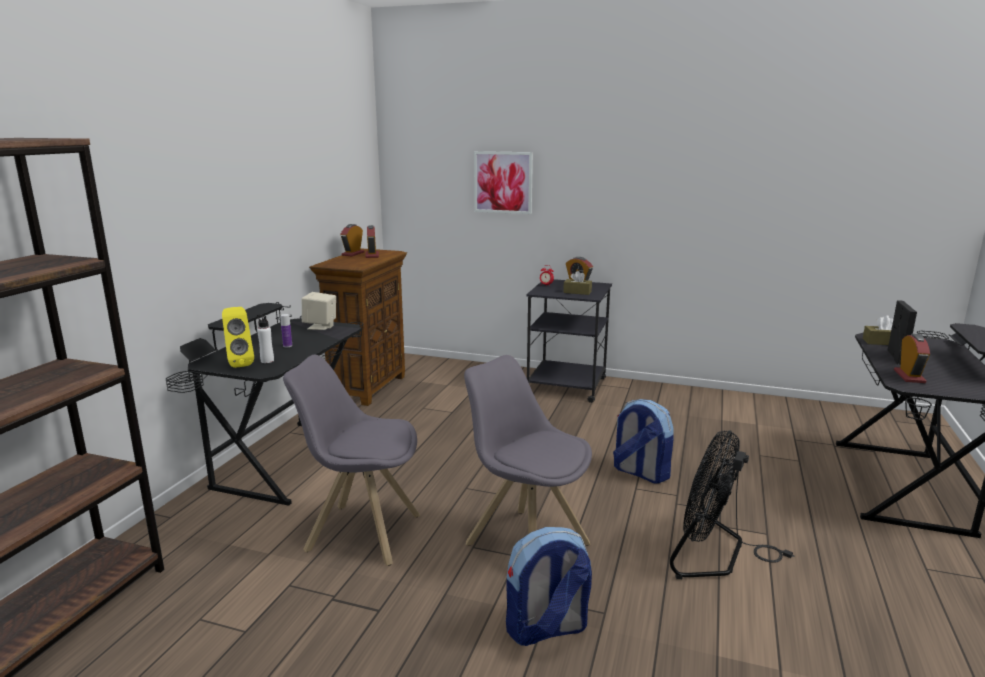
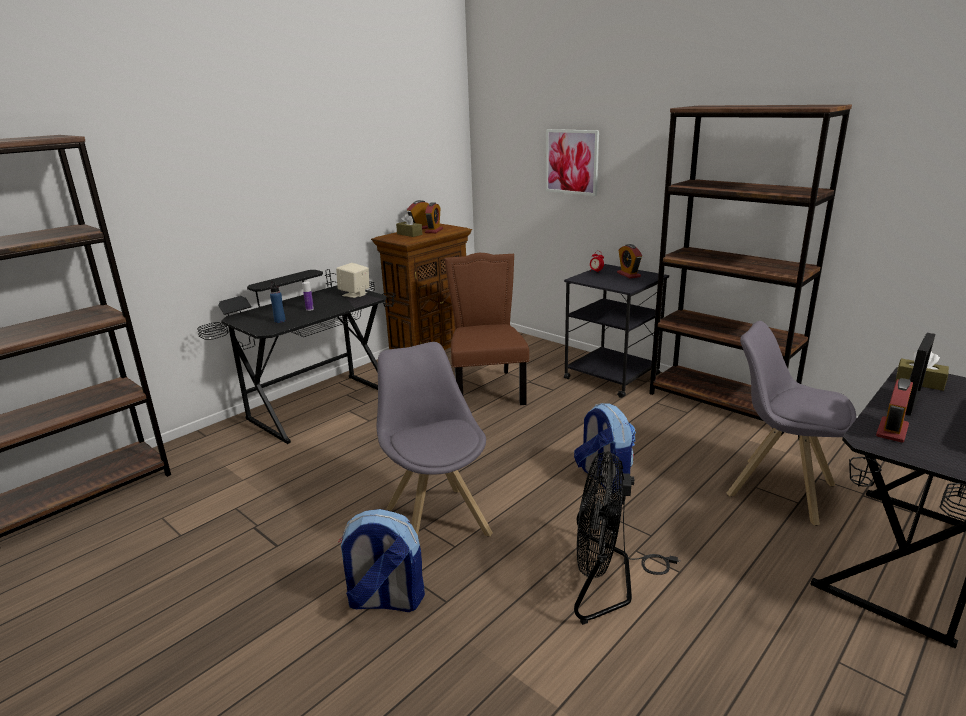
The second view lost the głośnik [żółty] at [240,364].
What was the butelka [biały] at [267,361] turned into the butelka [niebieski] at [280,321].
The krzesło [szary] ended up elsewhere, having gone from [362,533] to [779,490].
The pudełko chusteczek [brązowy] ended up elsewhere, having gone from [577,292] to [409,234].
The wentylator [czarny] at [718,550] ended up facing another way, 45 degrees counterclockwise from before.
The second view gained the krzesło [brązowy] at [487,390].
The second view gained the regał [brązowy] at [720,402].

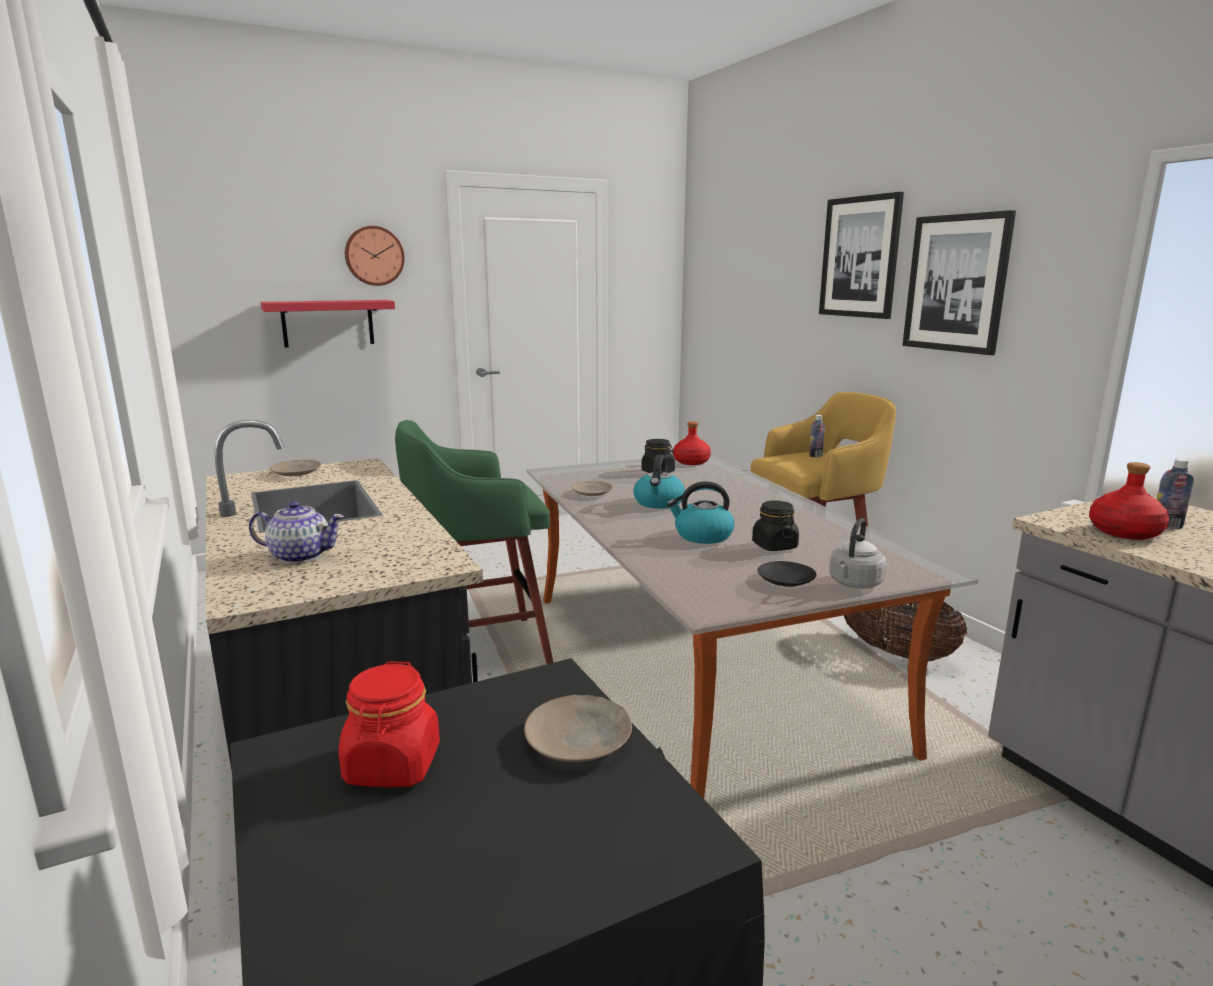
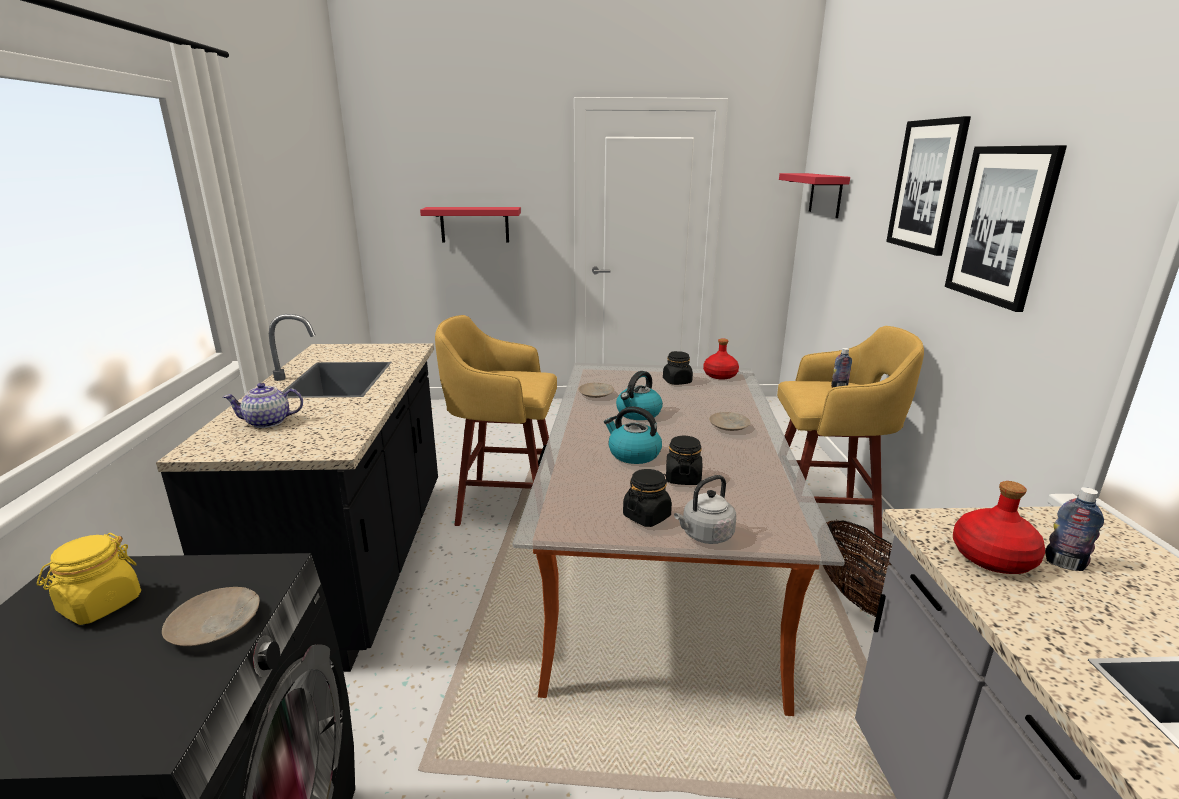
The imbryk at [300,556] ended up facing another way, 135 degrees clockwise from before.
The talerz [beżowy] ended up elsewhere, having gone from [297,473] to [729,426].
What was the słoik [czerwony] at [393,766] turned into the słoik [żółty] at [100,605].
The second view lost the zegar ścienny at [374,256].
What was the stołek [zielony] at [480,650] turned into the stołek [żółty] at [505,503].
Where the talerz [czarny] stood at [785,580], the słoik [czarny] came to stand at [647,516].
The second view gained the półka [czerwony] at [825,195].

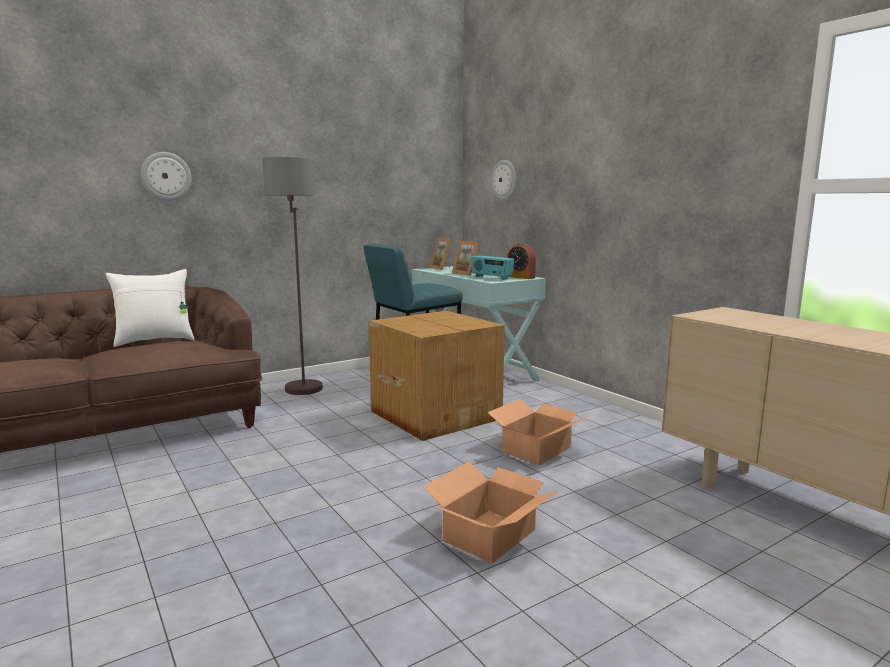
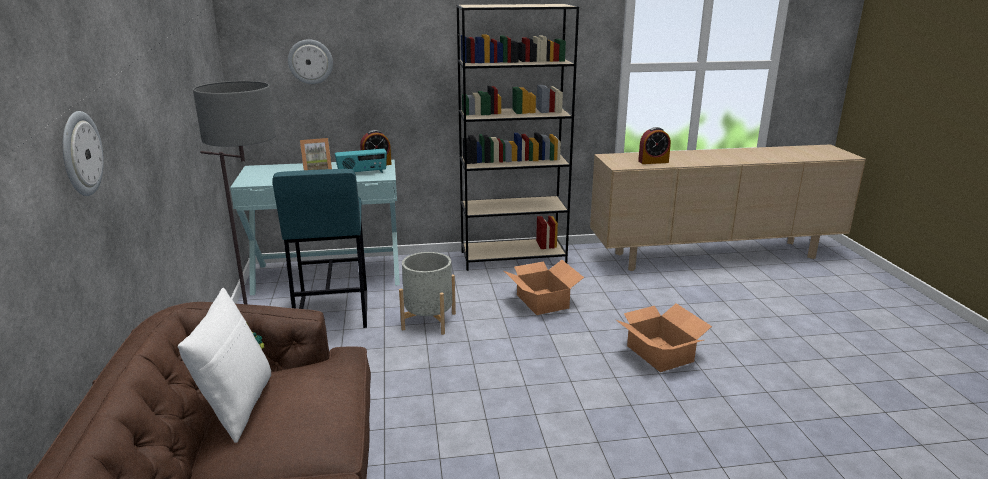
Where the karton stood at [436,414], the donica [szary] came to stand at [429,321].
The second view lost the ramka na zdjęcie at [442,268].
The second view gained the regał [beżowy] at [513,257].
The second view gained the budzik at [653,161].

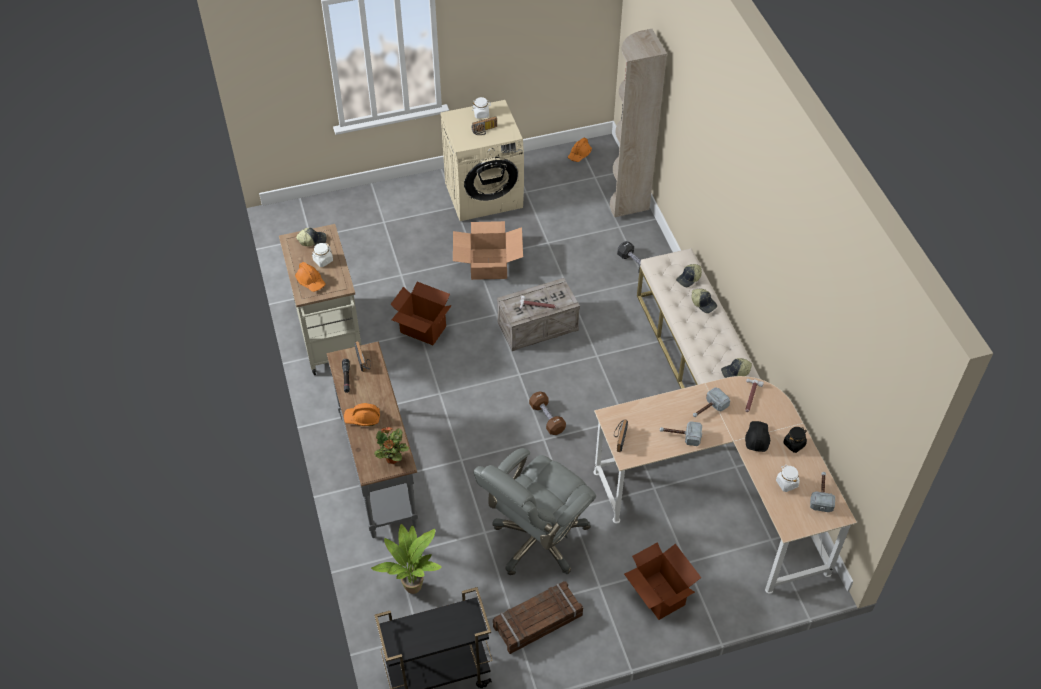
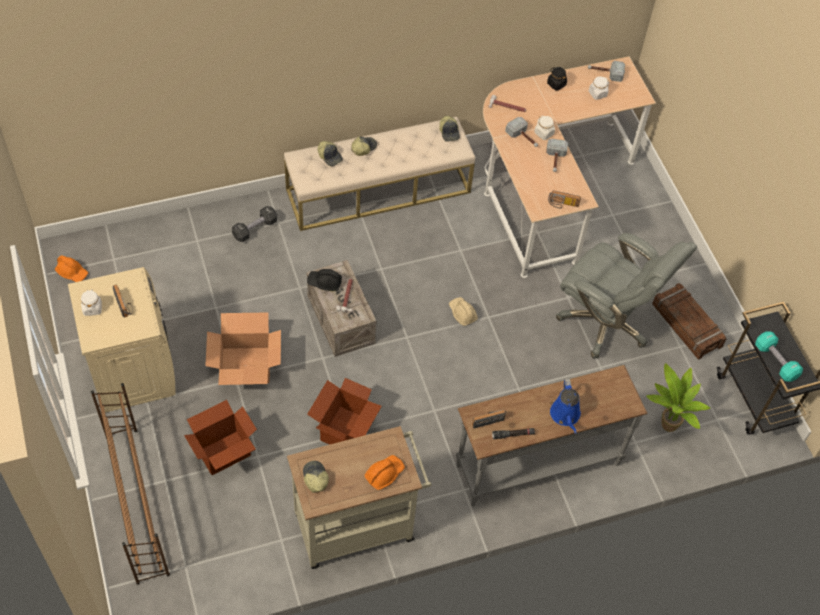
The słoik [biały] ended up elsewhere, having gone from [323,260] to [544,133].
Where the kask [pomarańczowy] stood at [362,418], the konewka [niebieski] came to stand at [565,415].
The second view lost the roślina doniczkowa at [392,459].
Where the hantel [brązowy] stood at [547,418], the kask [beżowy] came to stand at [462,313].
The second view lost the regał [beżowy] at [627,205].
The karton ended up elsewhere, having gone from [658,596] to [224,453].
The kask [czarny] ended up elsewhere, having gone from [757,439] to [324,282].
The second view gained the regał na buty [brązowy] at [137,503].
The second view gained the hantel [turkusowy] at [775,361].

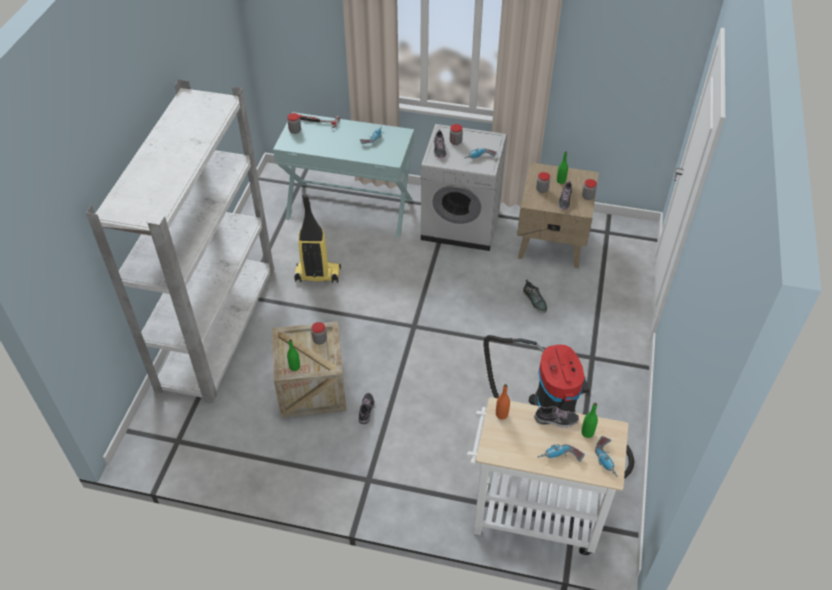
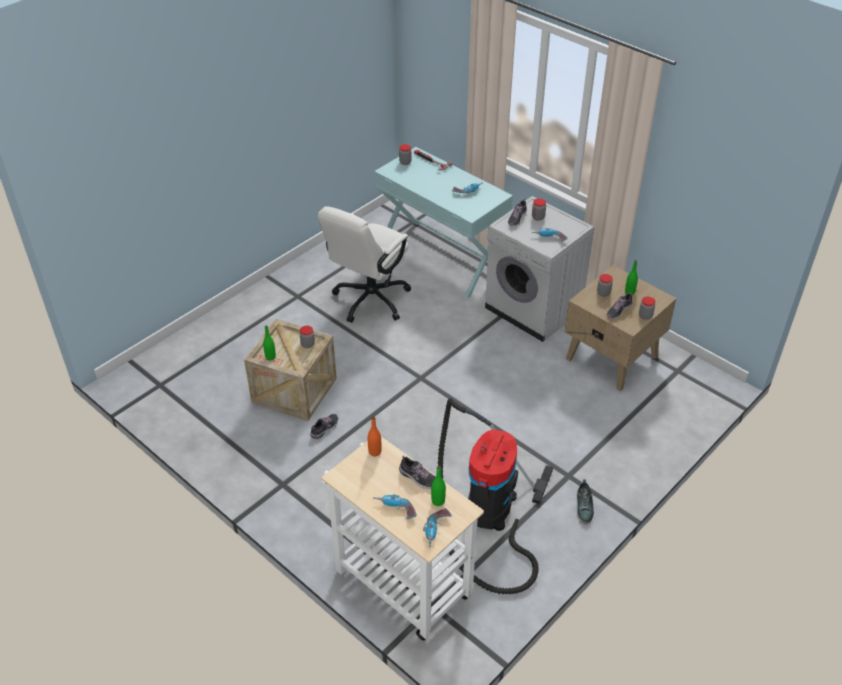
The second view lost the regał [biały] at [218,327].
Where the odkurzacz stood at [317,275], the krzesło biurowe [biały] came to stand at [369,302].
The but ended up elsewhere, having gone from [535,301] to [584,507].

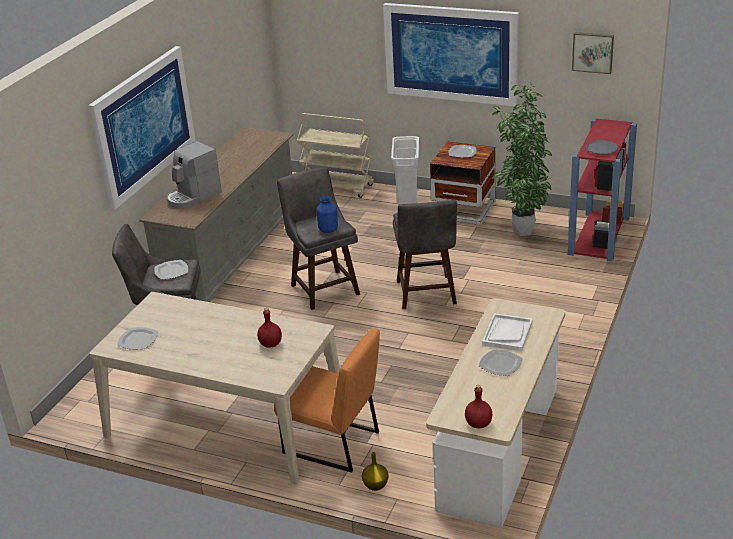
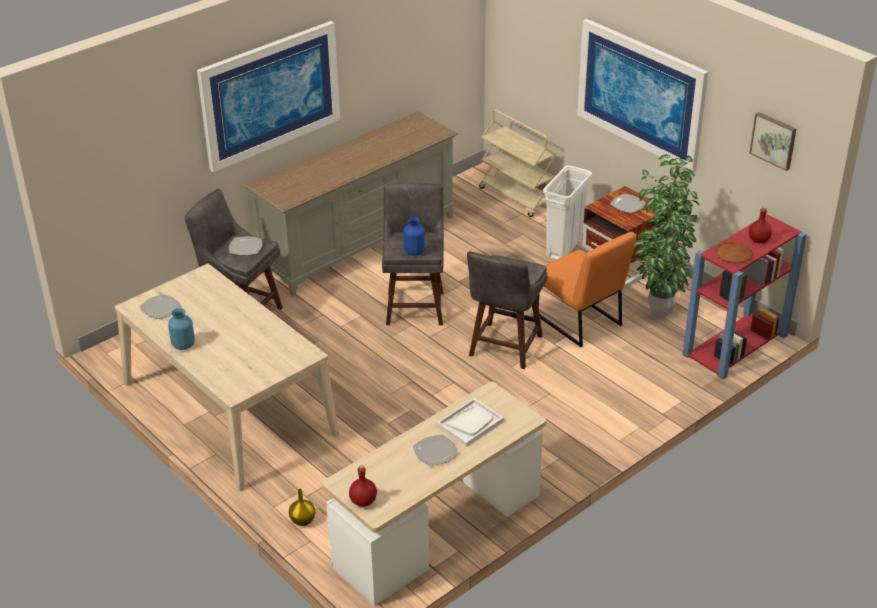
The second view lost the ekspres do kawy at [193,196].
The butelka [czerwony] ended up elsewhere, having gone from [271,344] to [759,240].
The krzesło [pomarańczowy] ended up elsewhere, having gone from [333,443] to [579,321].
What was the talerz [szary] at [601,150] turned into the talerz [brązowy] at [733,255].
The second view gained the wazon [niebieski] at [184,345].

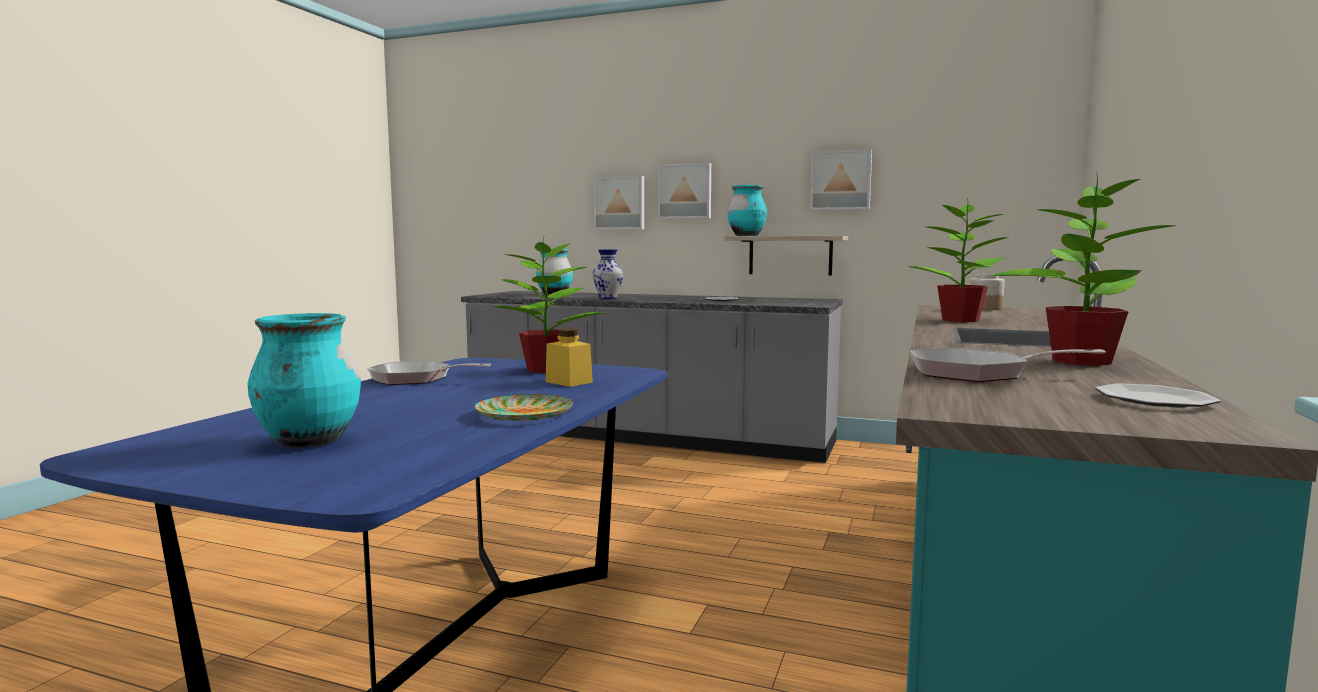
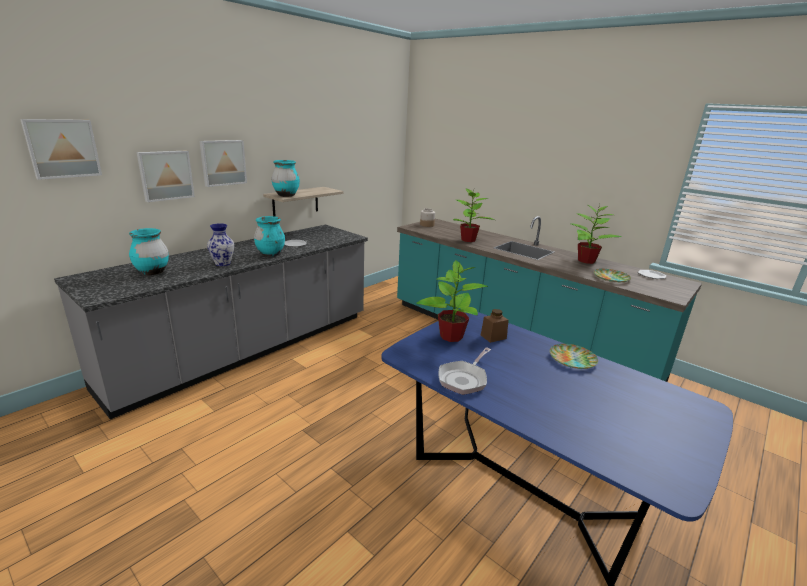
The wazon [turkusowy] ended up elsewhere, having gone from [310,441] to [270,254].
What was the słoik [żółty] at [569,382] turned into the słoik [brązowy] at [493,337].
The obraz ended up elsewhere, having gone from [841,180] to [62,148].
Where the patelnia stood at [977,373], the talerz came to stand at [611,278].

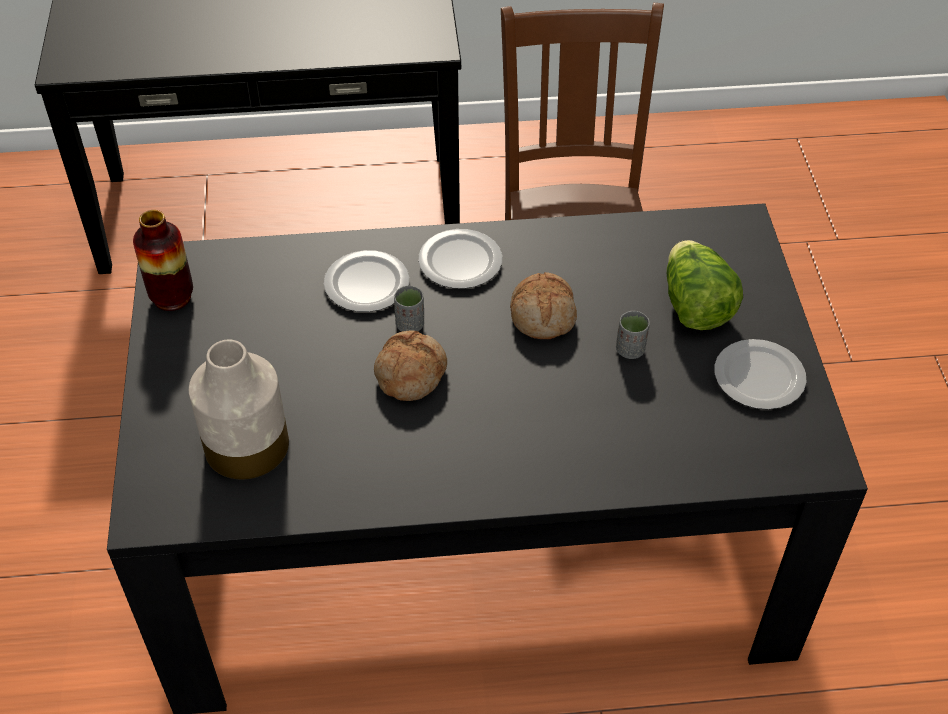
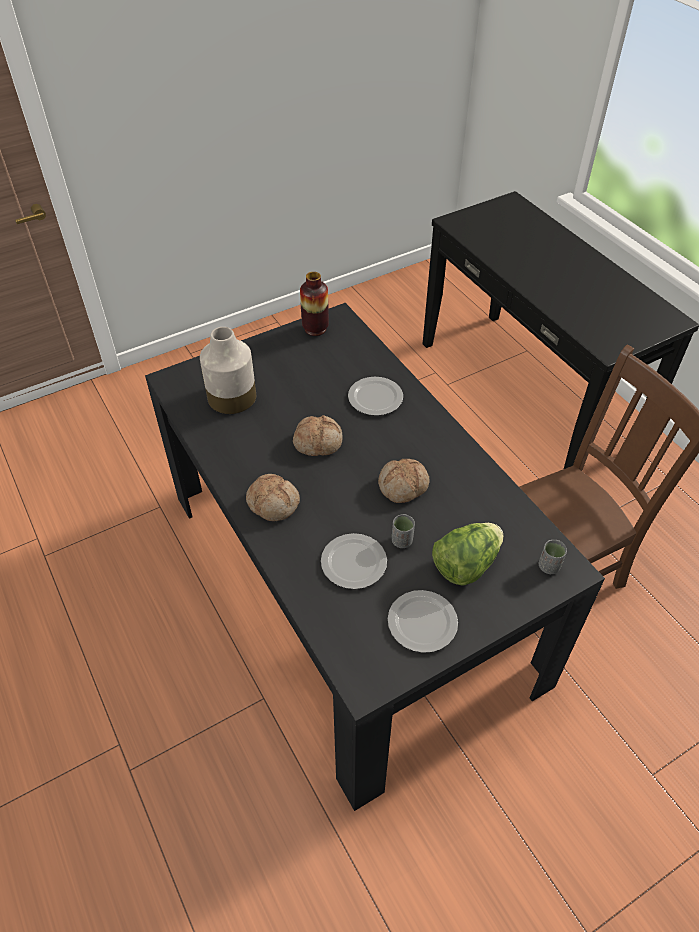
The filiżanka [szary] ended up elsewhere, having gone from [410,324] to [549,566].
The talerz ended up elsewhere, having gone from [459,262] to [352,562].
The second view gained the chleb at [274,503].

